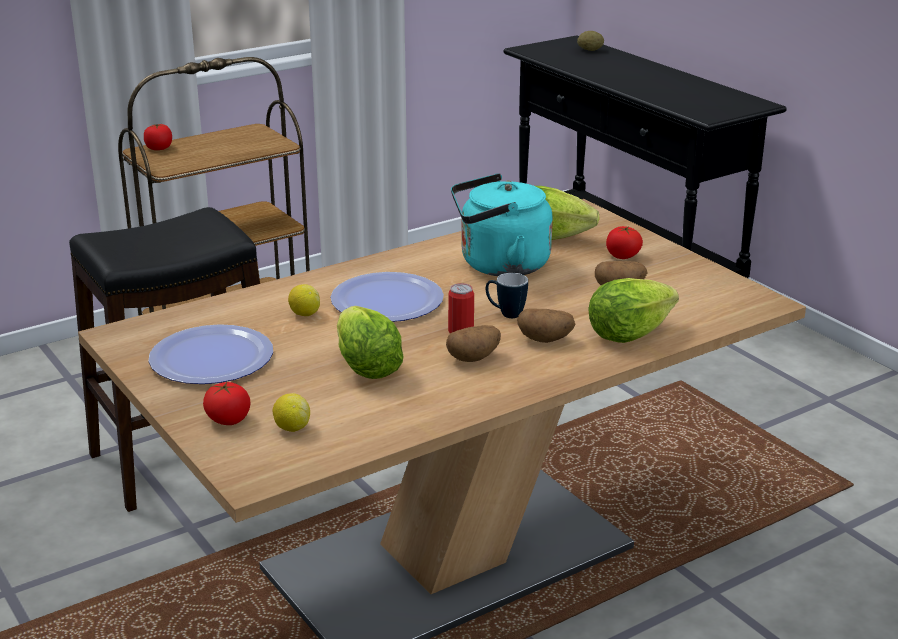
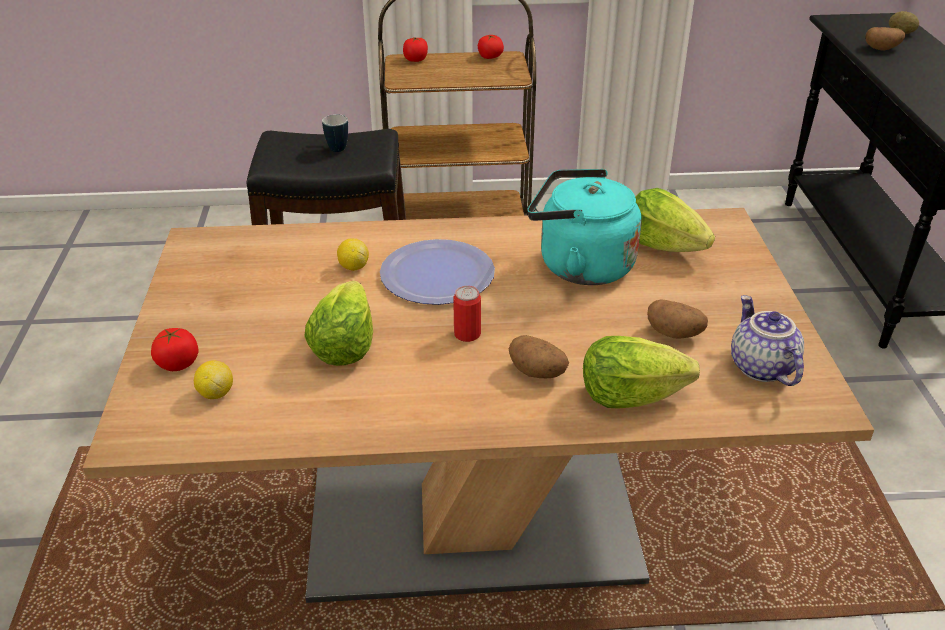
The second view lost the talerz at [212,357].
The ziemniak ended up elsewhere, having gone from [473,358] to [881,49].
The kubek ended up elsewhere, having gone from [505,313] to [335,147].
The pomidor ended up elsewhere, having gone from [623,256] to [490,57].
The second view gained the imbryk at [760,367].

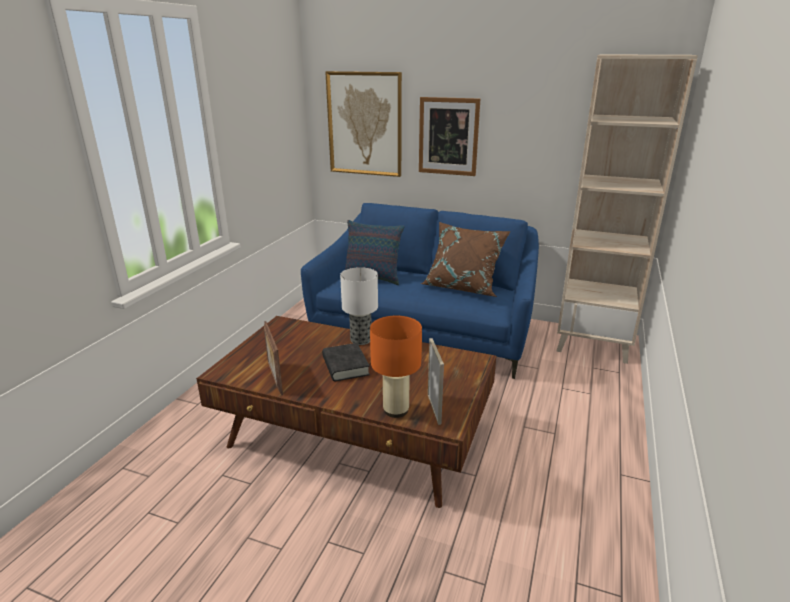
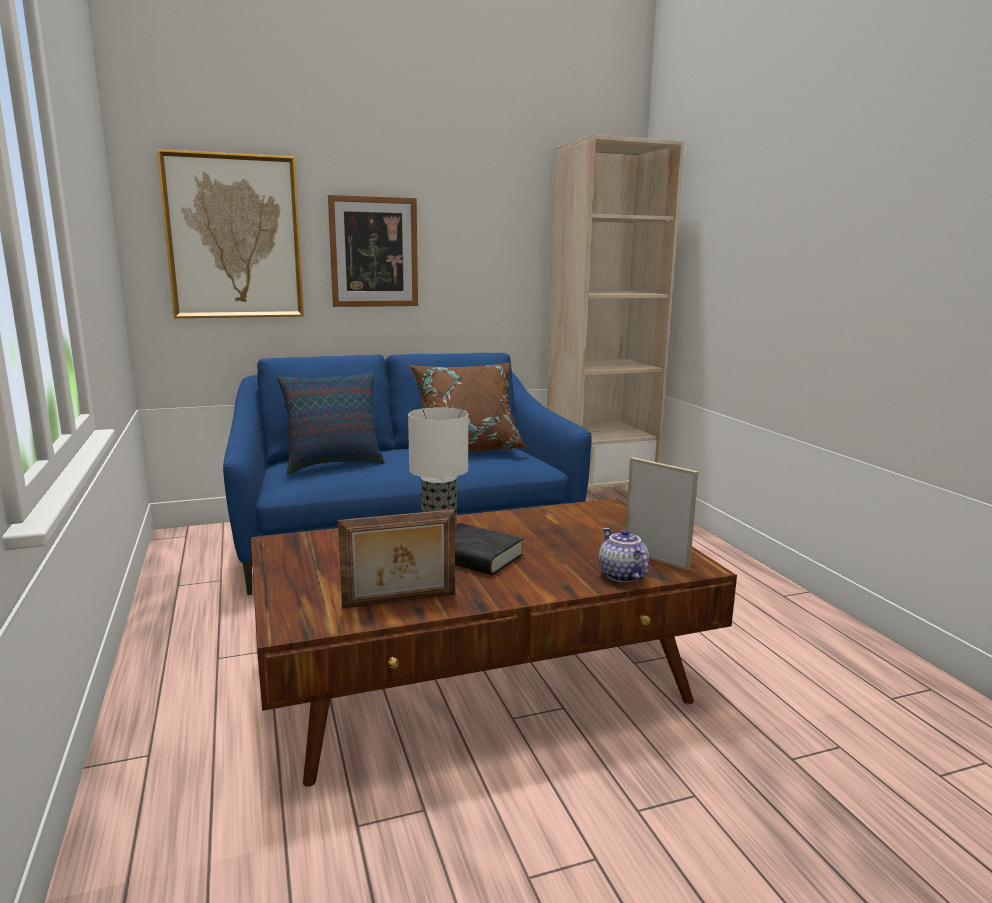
The ramka na zdjęcie at [274,378] ended up facing another way, 45 degrees counterclockwise from before.
Where the lampa stołowa [pomarańczowy] stood at [395,410], the imbryk came to stand at [621,575].

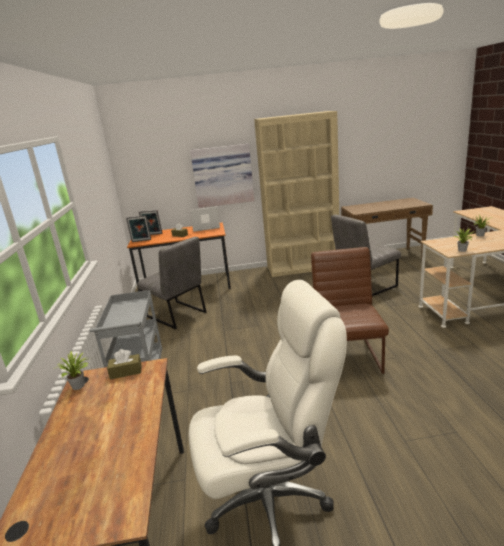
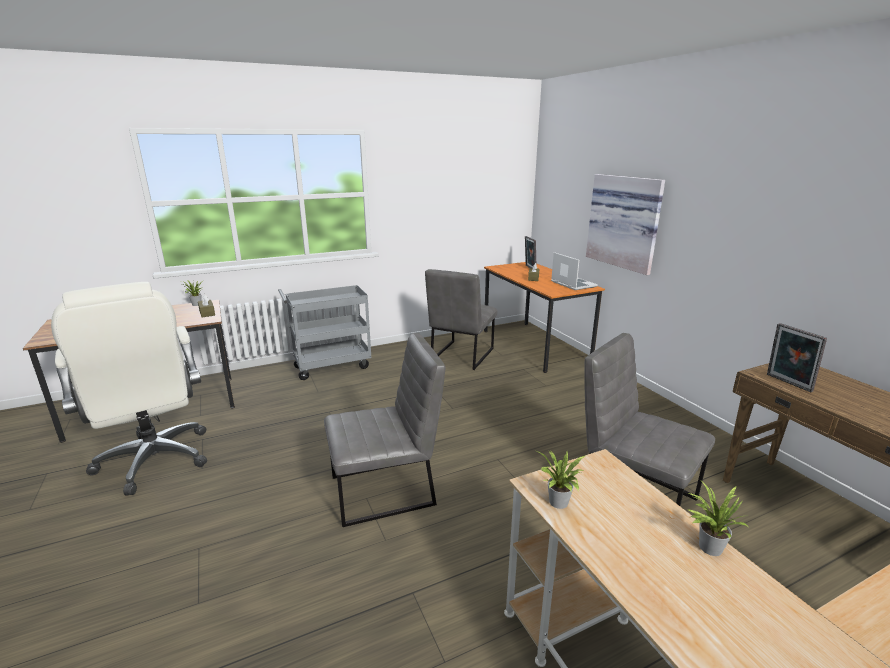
The ramka na zdjęcie ended up elsewhere, having gone from [141,241] to [787,383].
The second view lost the regał [beżowy] at [303,267].
What was the krzesło [brązowy] at [348,356] turned into the krzesło [szary] at [386,490].

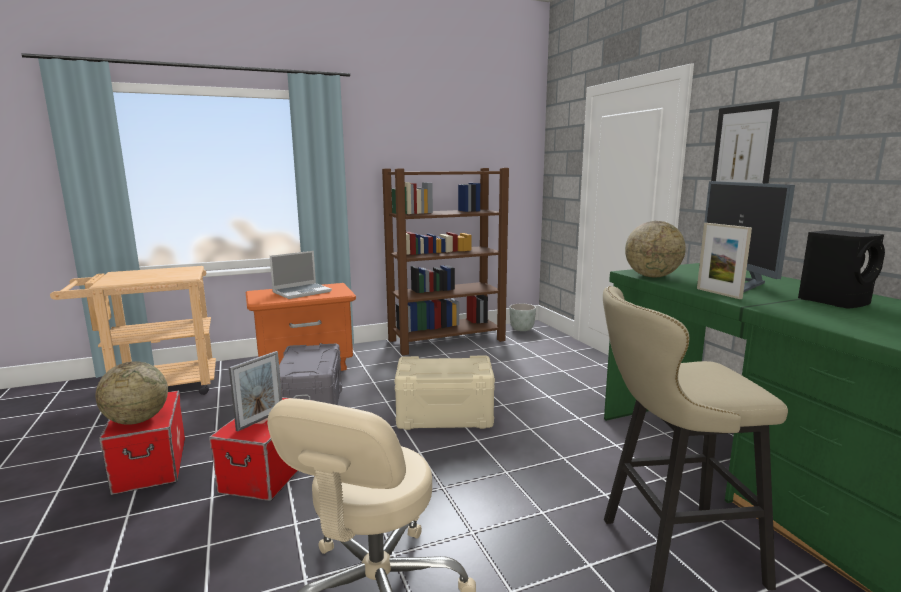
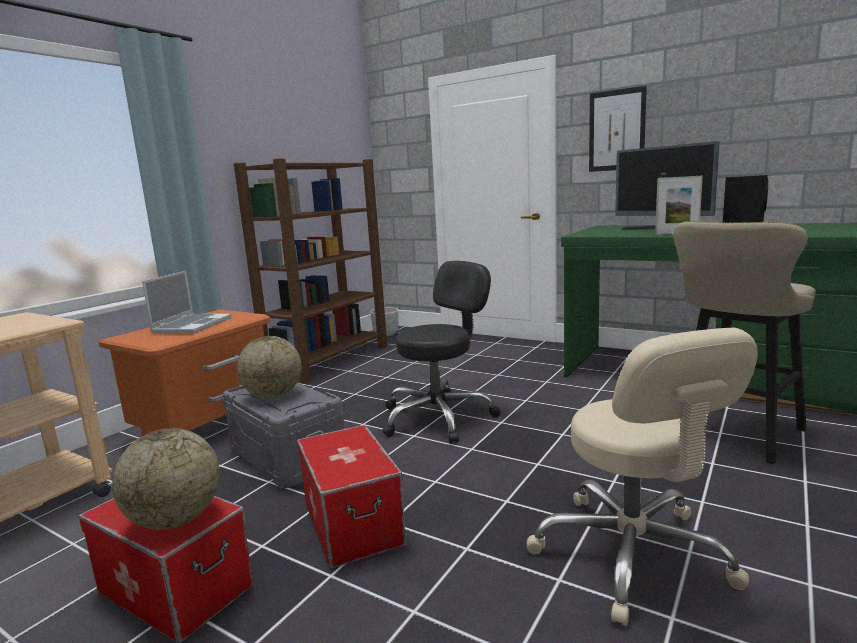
The second view lost the ramka na zdjęcie at [260,420].
Where the pojemnik do przechowywania [beżowy] stood at [445,416], the krzesło biurowe [czarny] came to stand at [442,416].
The globus ended up elsewhere, having gone from [652,276] to [273,395].

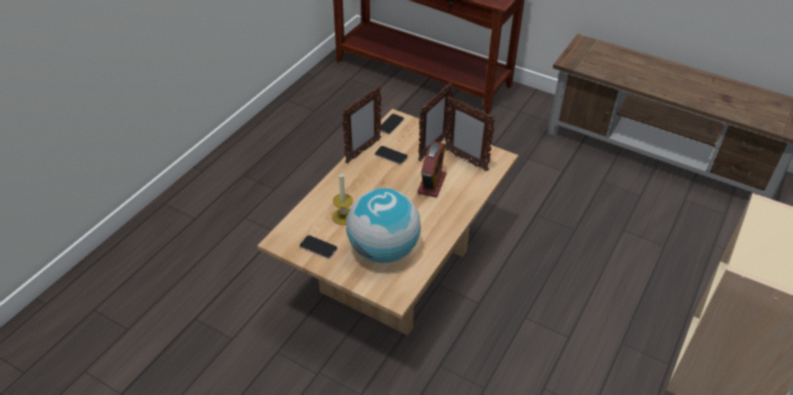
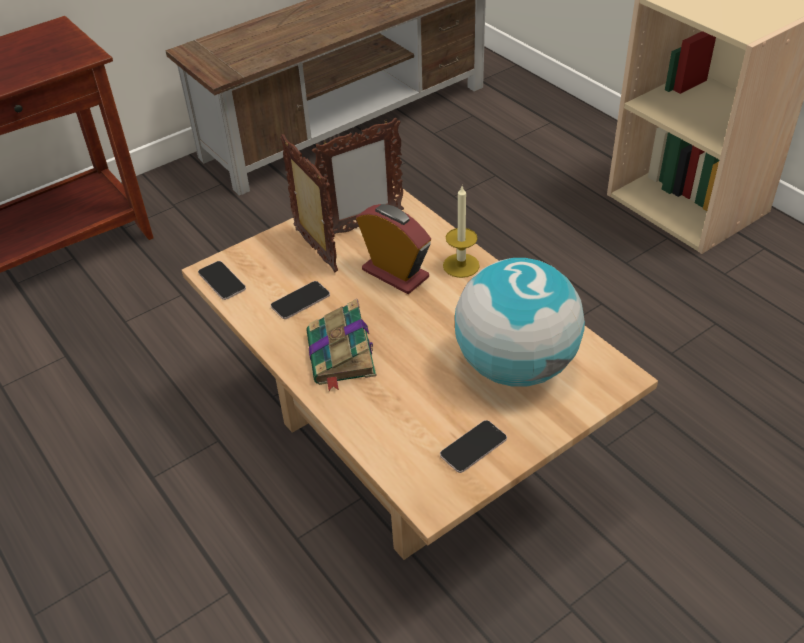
The świeca ended up elsewhere, having gone from [343,216] to [461,265].
The second view lost the ramka na zdjęcie at [362,151].
The second view gained the książka at [341,356].

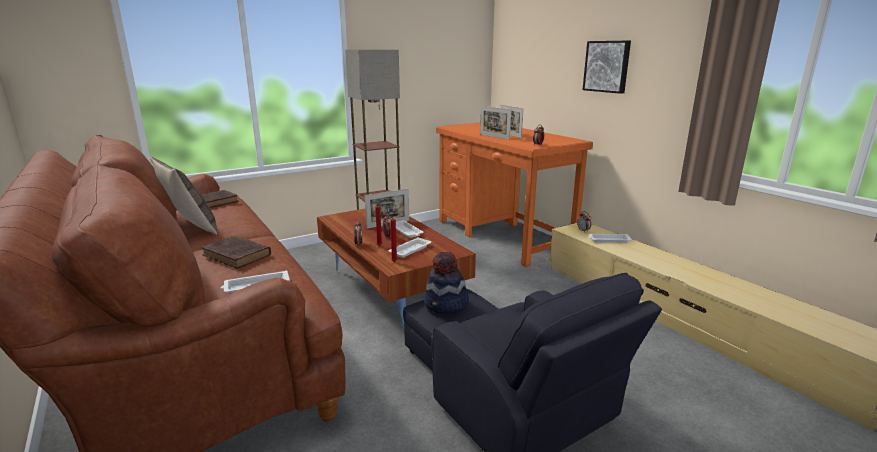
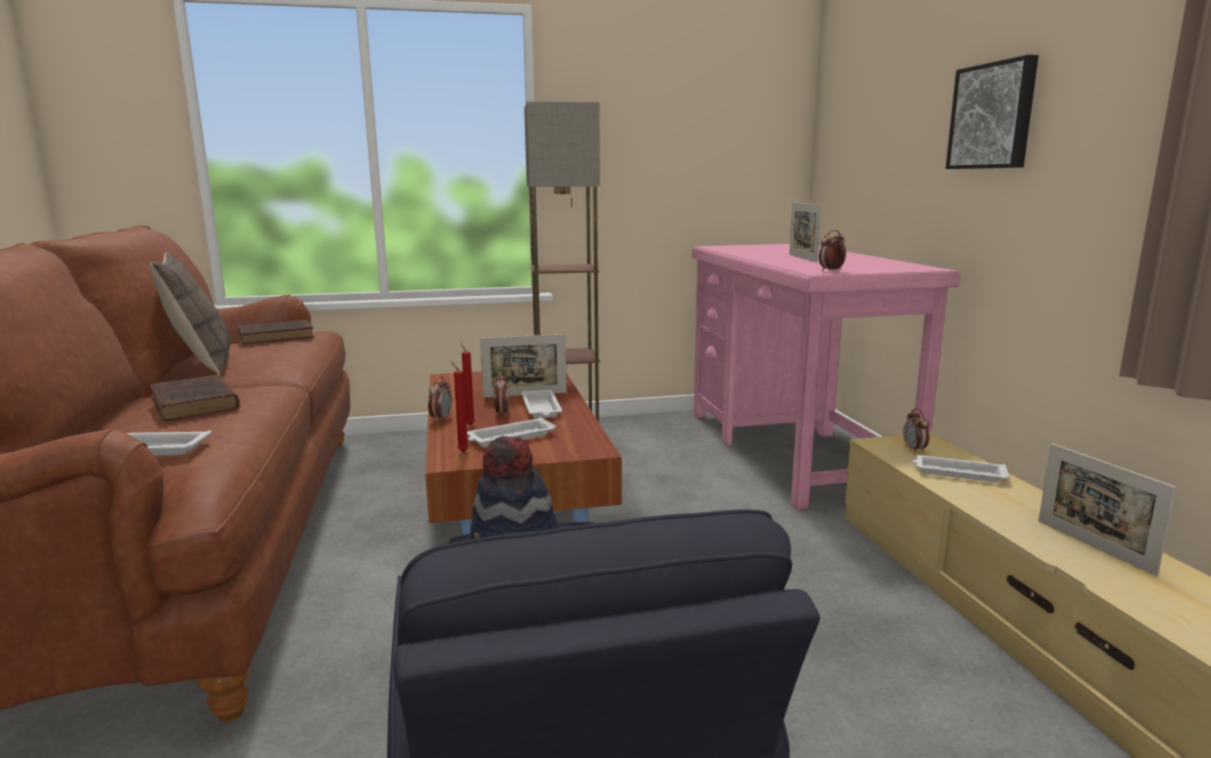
What was the biurko [pomarańczowy] at [503,235] turned into the biurko [różowy] at [793,449].
The ramka na zdjęcie ended up elsewhere, having gone from [494,137] to [1093,546].

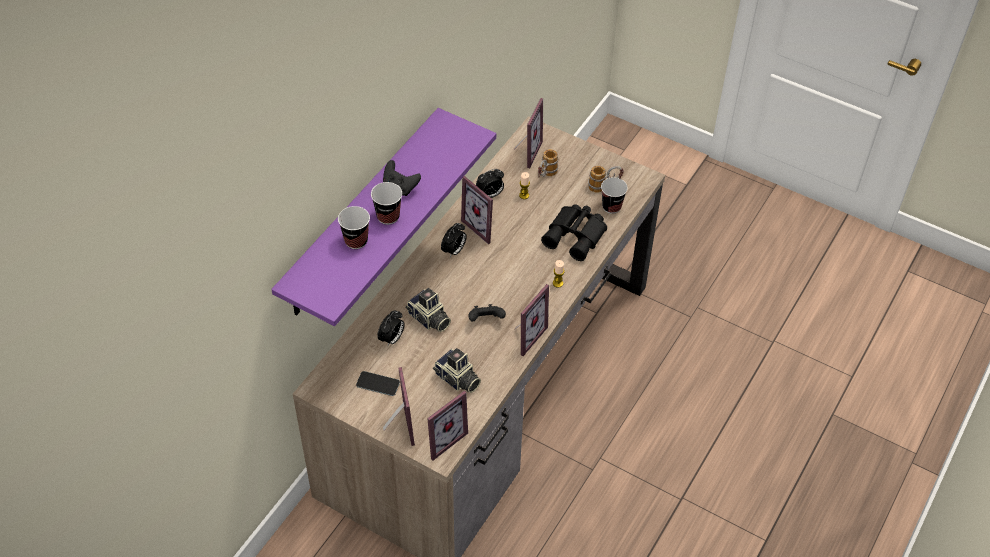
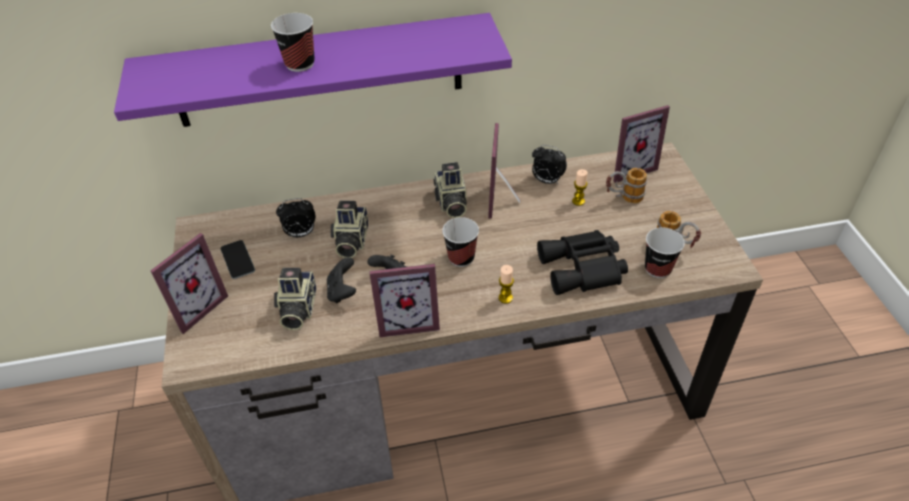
The filiżanka ended up elsewhere, having gone from [356,241] to [461,258].
The pad do gier [czarny] ended up elsewhere, having gone from [400,187] to [342,291].
The second view lost the ramka na zdjęcie at [441,438].
Where the budzik stood at [454,251], the aparat fotograficzny came to stand at [451,203].

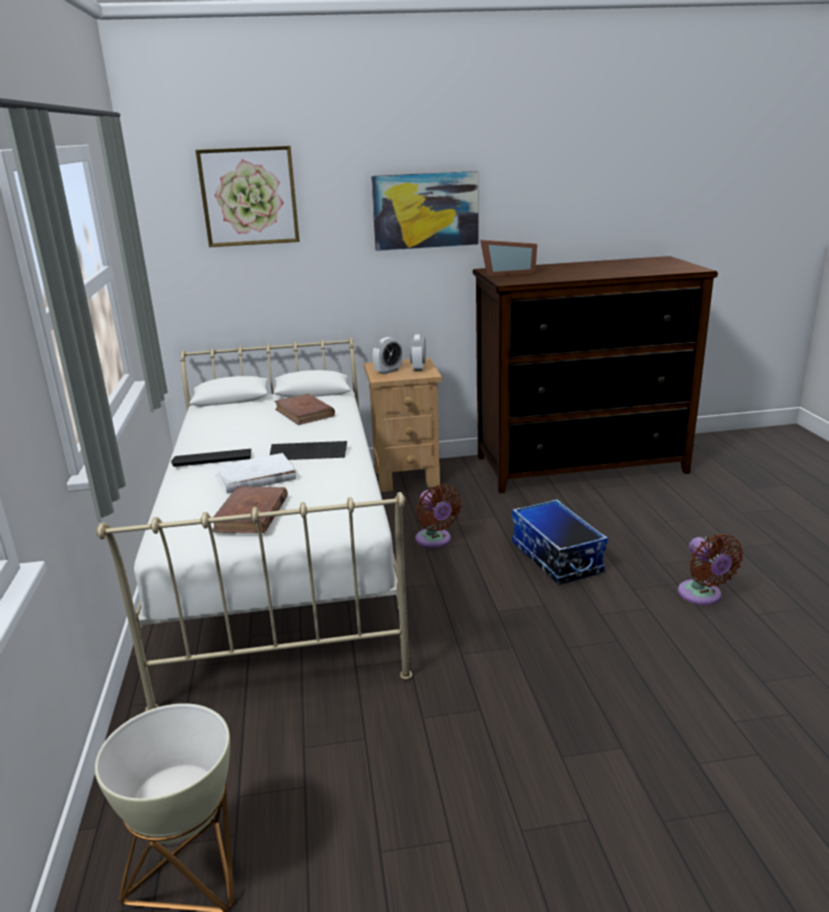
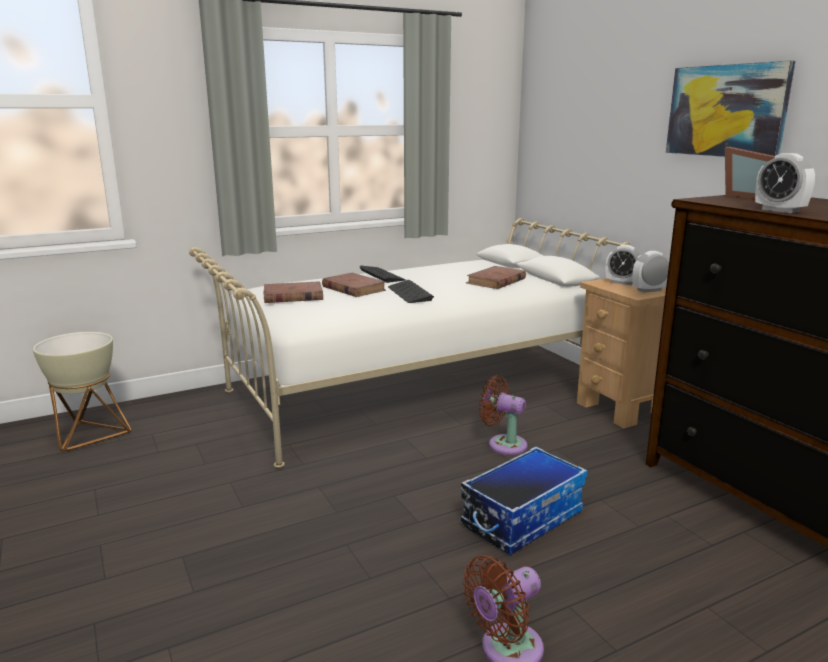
The second view lost the obraz at [249,196].
What was the książka [biały] at [256,478] turned into the książka [brązowy] at [353,288].
The wentylator [brązowy] at [434,540] ended up facing another way, 75 degrees clockwise from before.
The second view gained the budzik at [779,210].

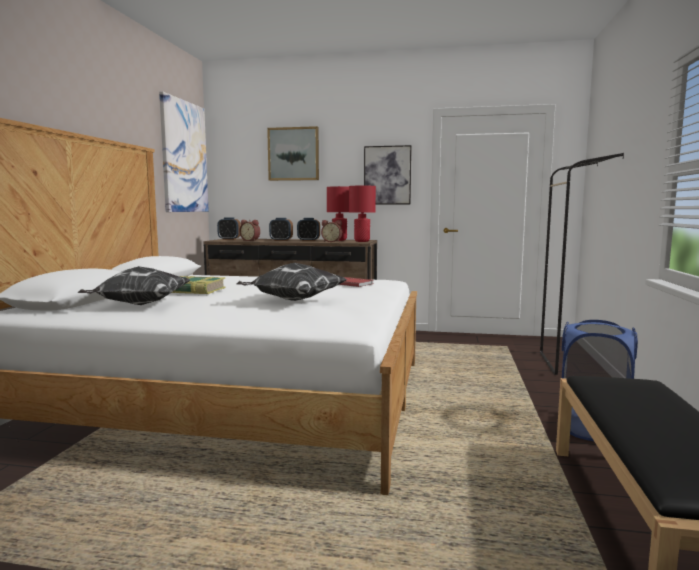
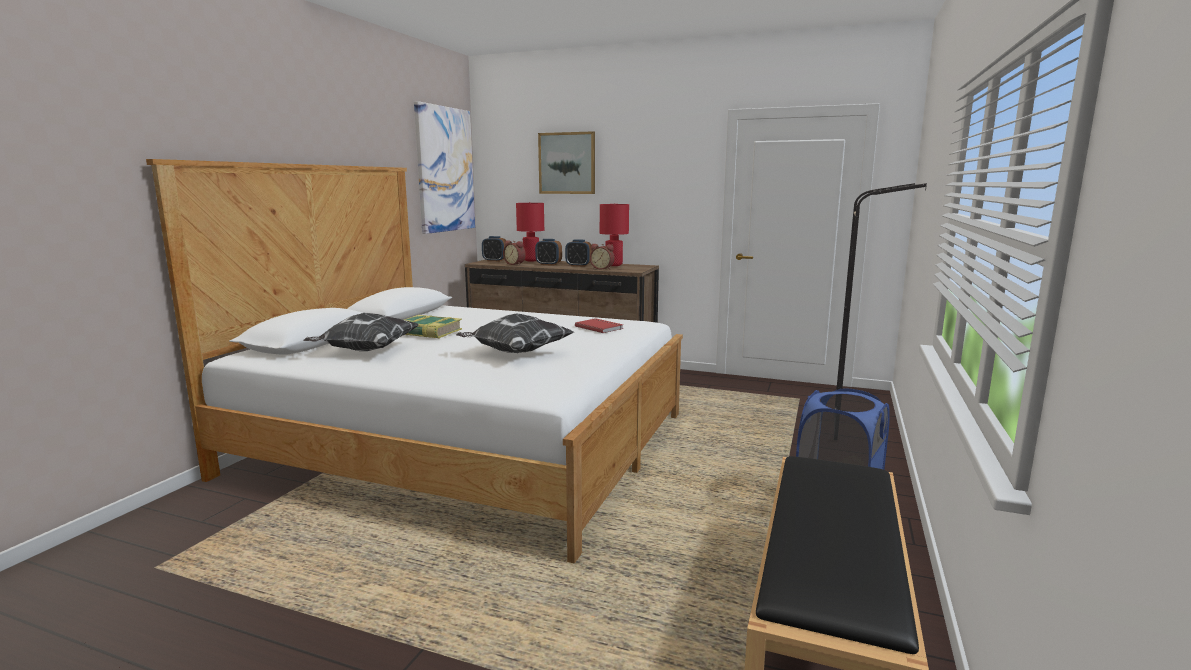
The lampa stołowa [czerwony] ended up elsewhere, having gone from [361,241] to [531,261].
The second view lost the obraz at [387,175].

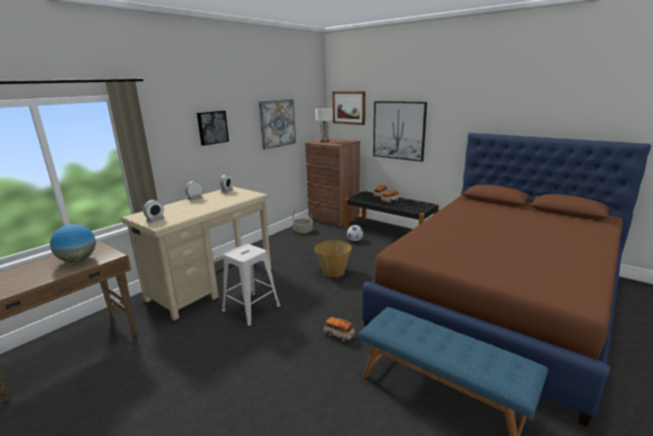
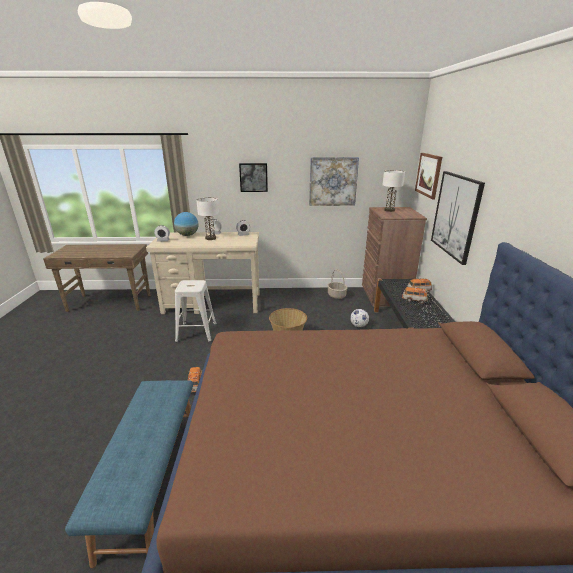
The globus ended up elsewhere, having gone from [78,260] to [187,235].
The second view gained the lampa stołowa at [210,238].

